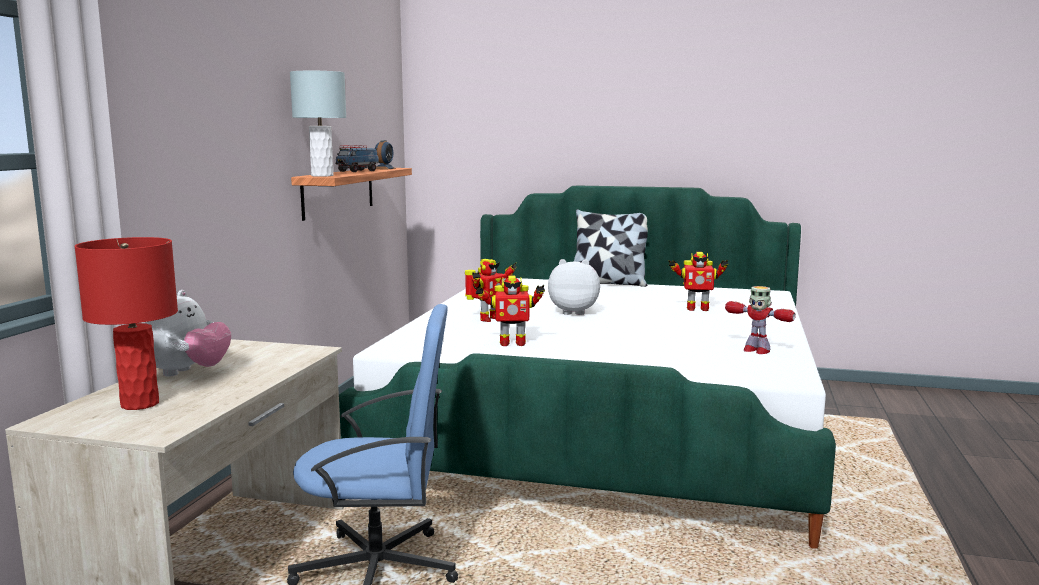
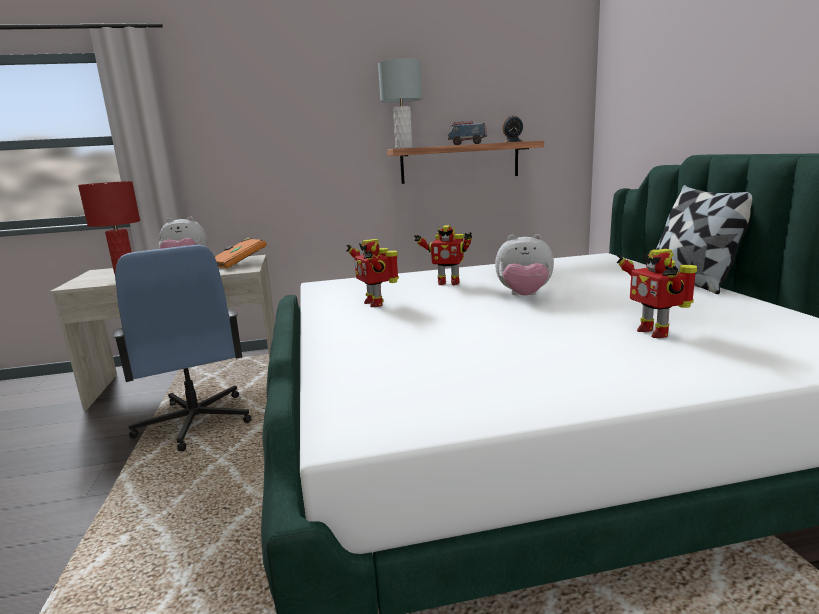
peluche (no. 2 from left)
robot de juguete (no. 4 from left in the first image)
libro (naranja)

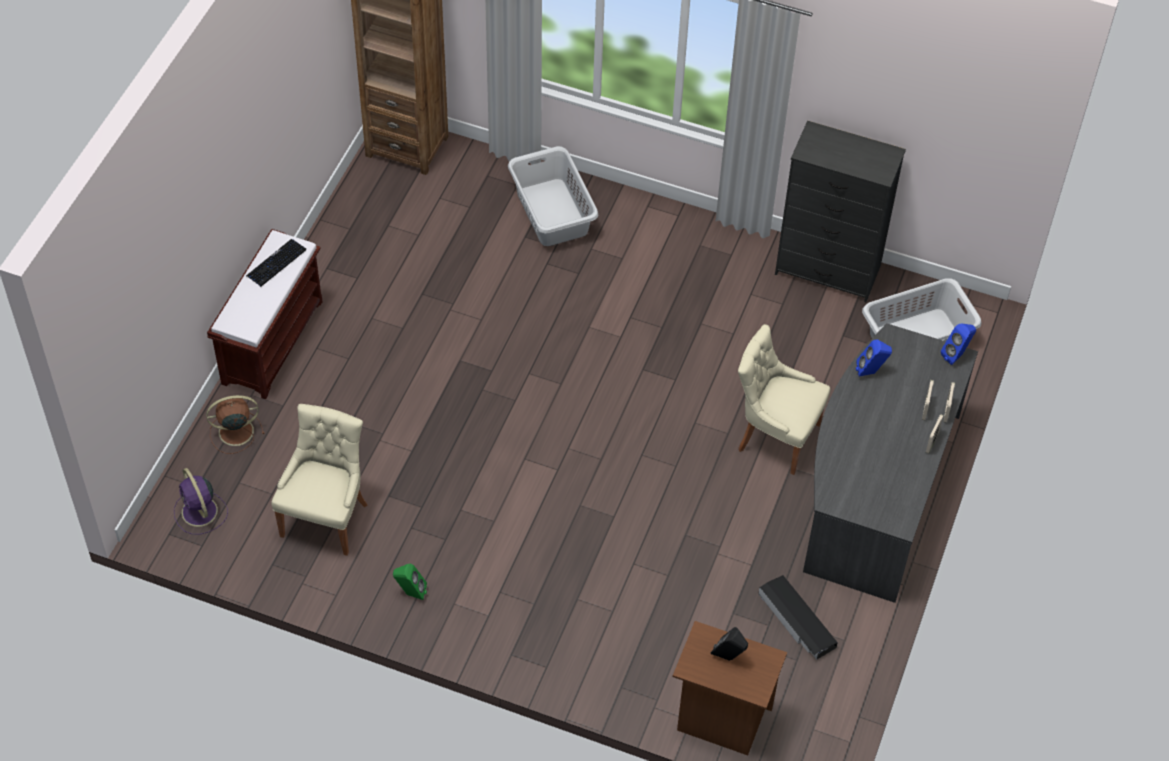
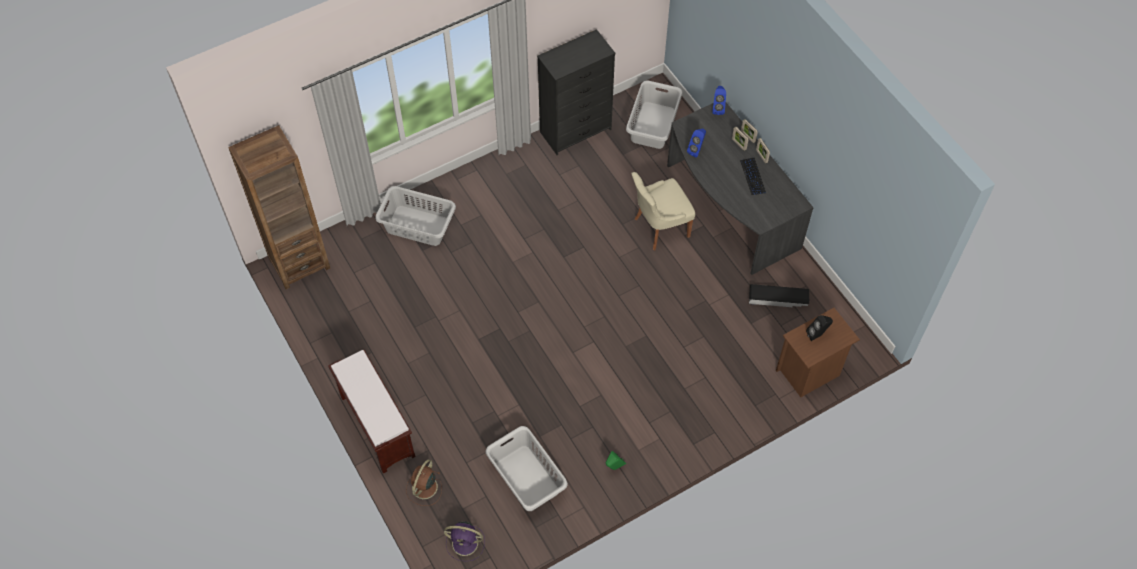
teclado
cesto de la ropa (gris) (no. 2 from left)

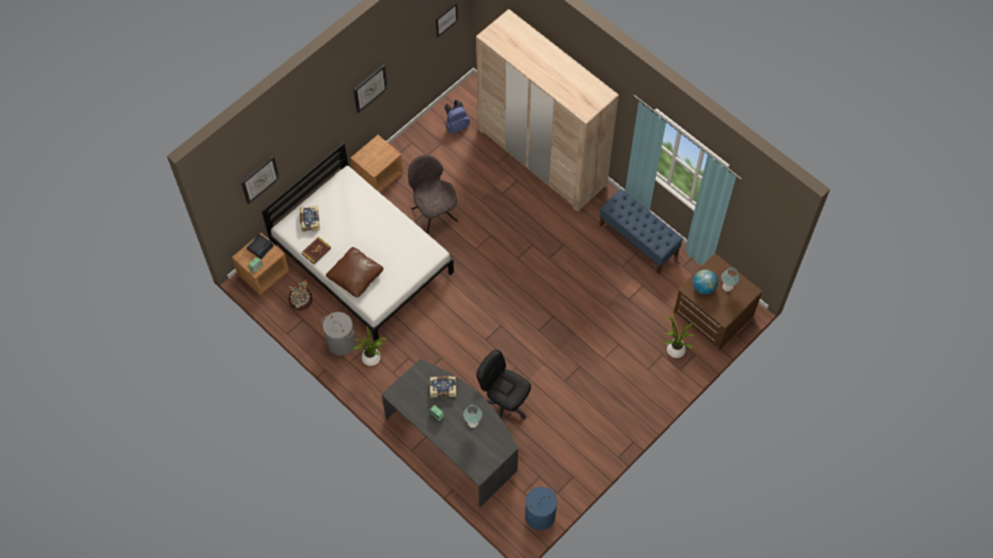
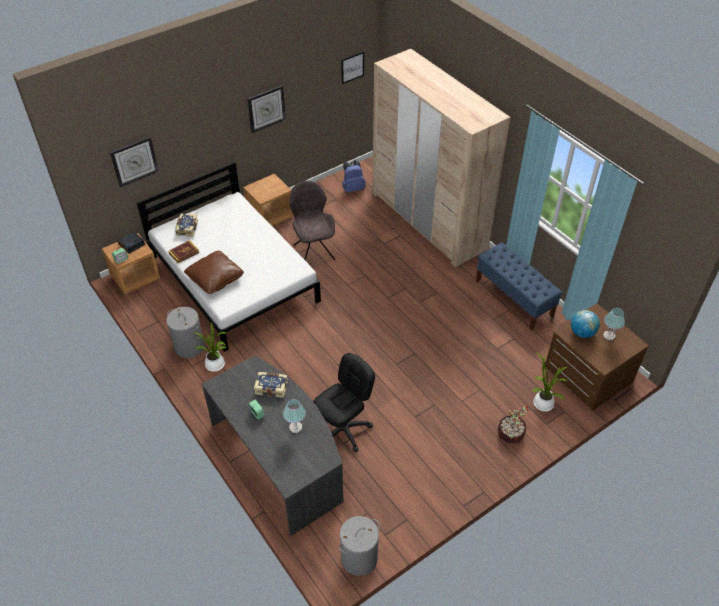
planta en maceta (no. 2 from left)
silla de oficina (negro)
cesto de la ropa (gris) (no. 2 from left)

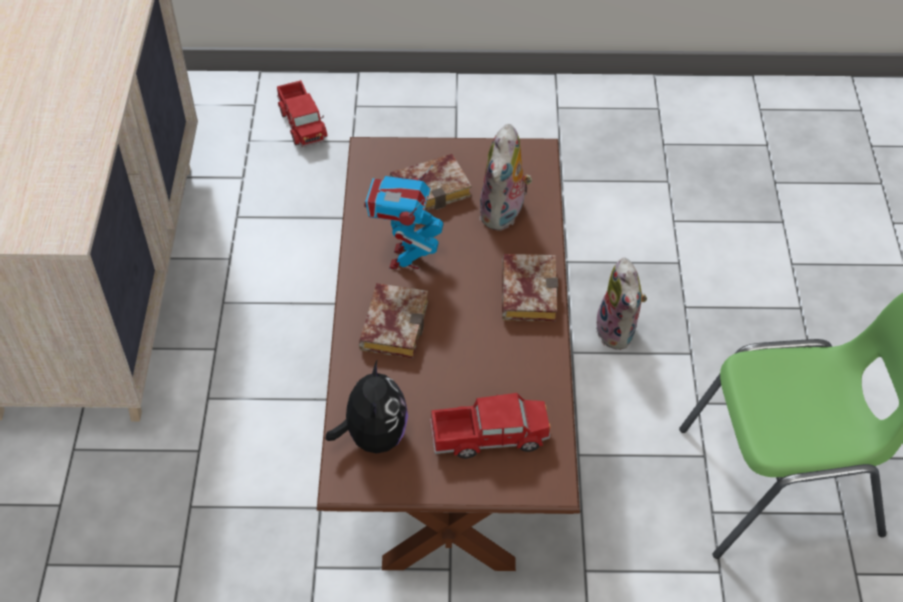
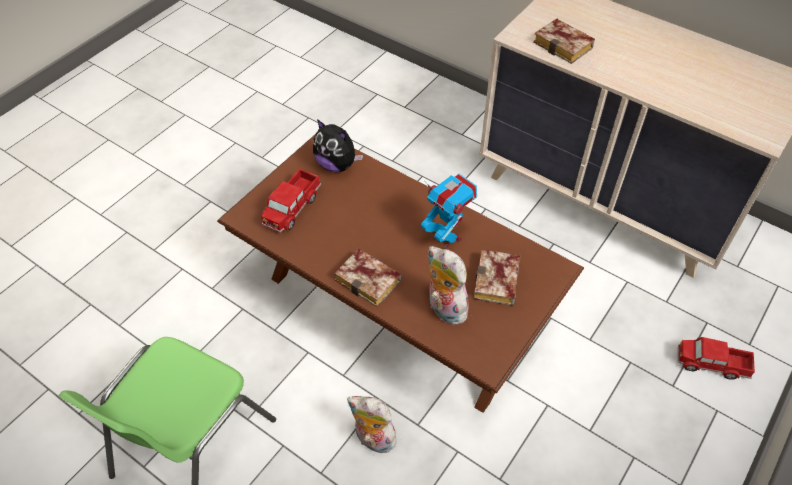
libro (no. 3 from left)

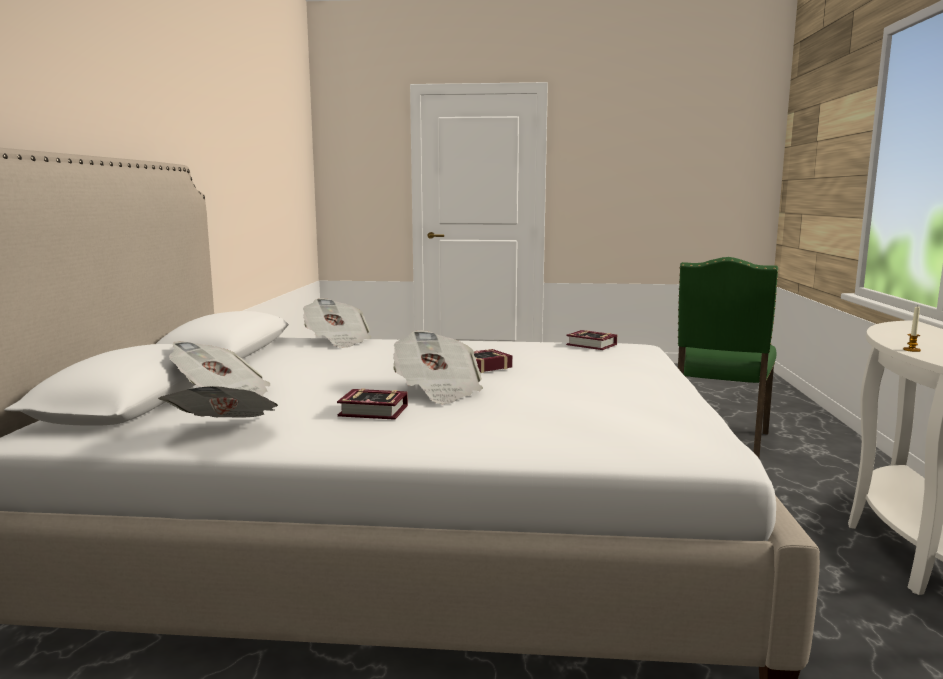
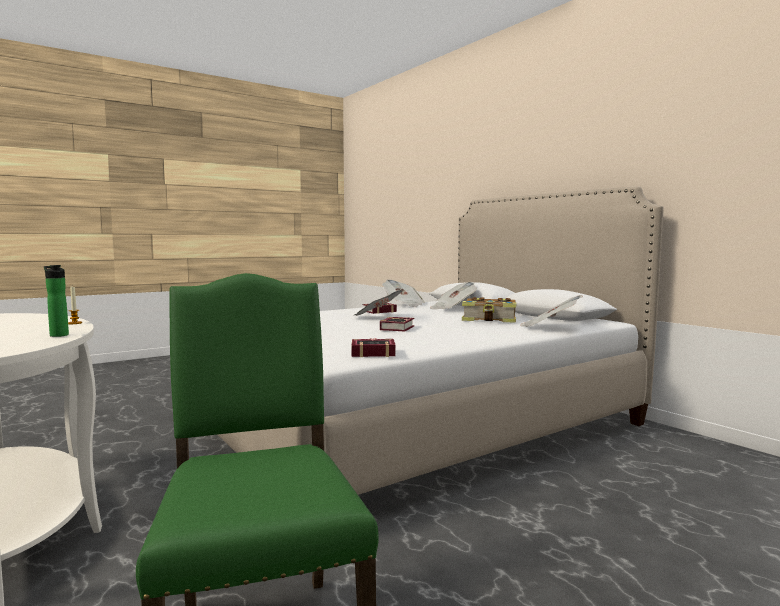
botella
libro (no. 4 from left)

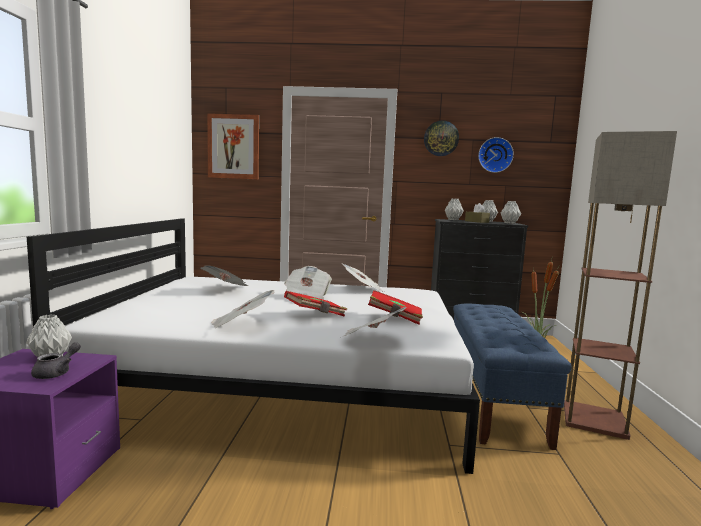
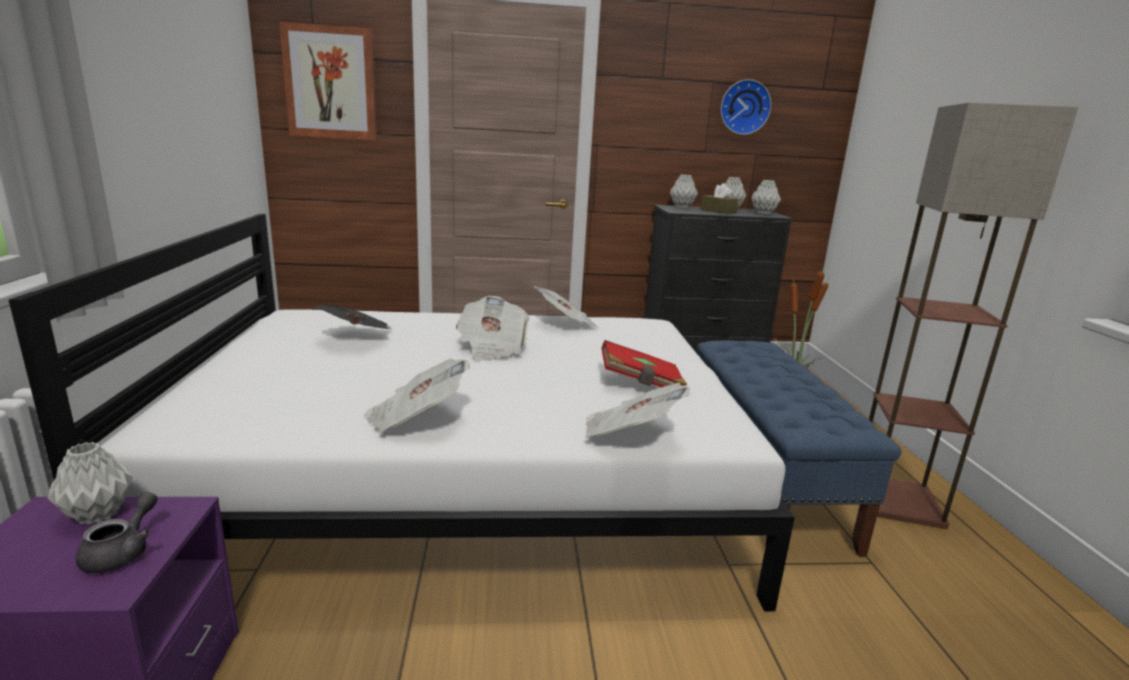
reloj de pared (no. 1 from left in the first image)
libro (rojo) (no. 1 from left in the first image)

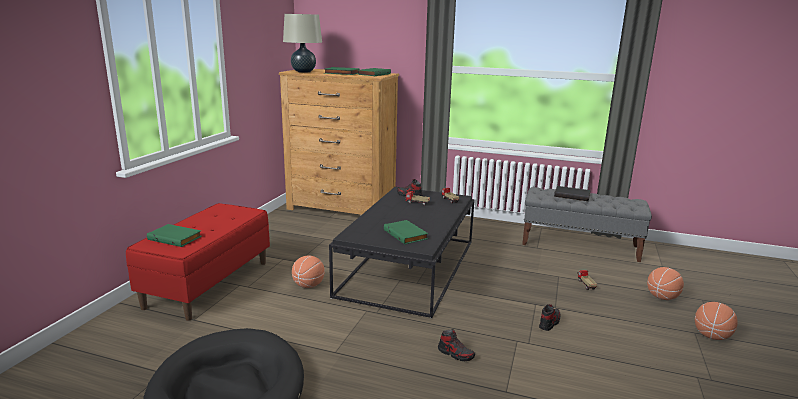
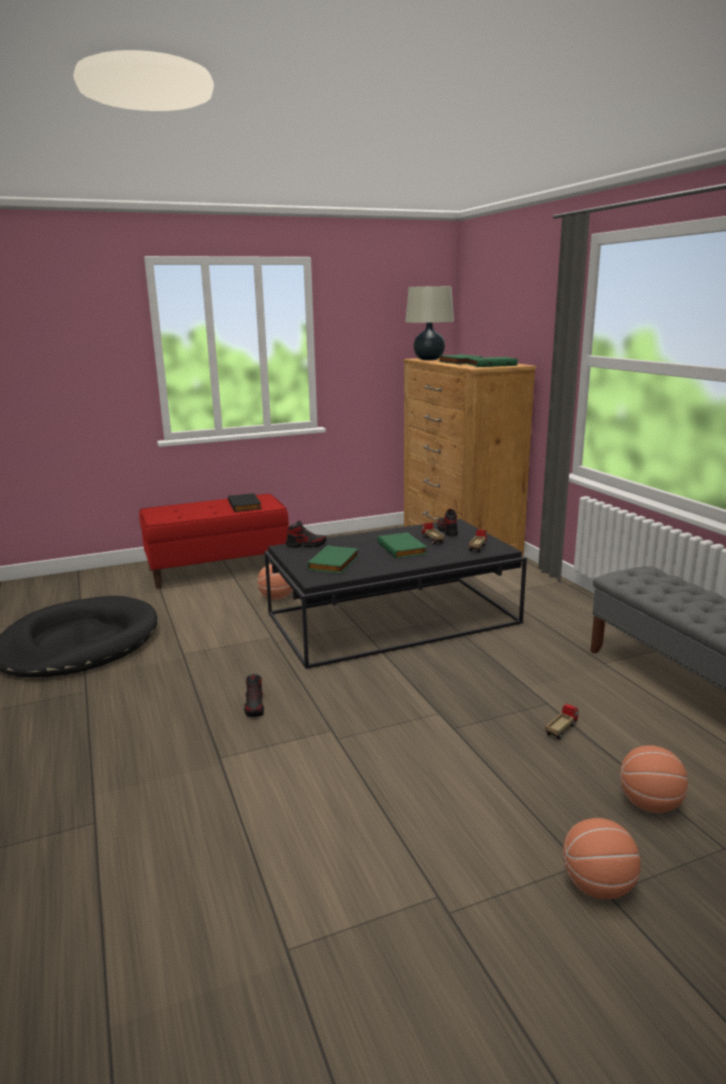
libro (negro)
libro (verde) (no. 2 from left)
zapato (no. 2 from left)

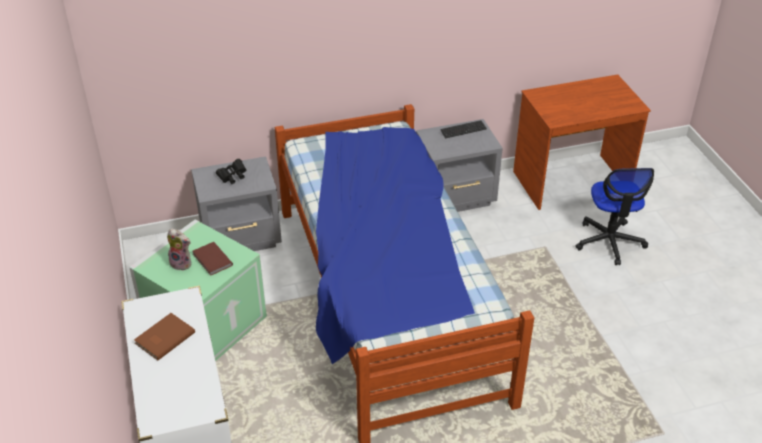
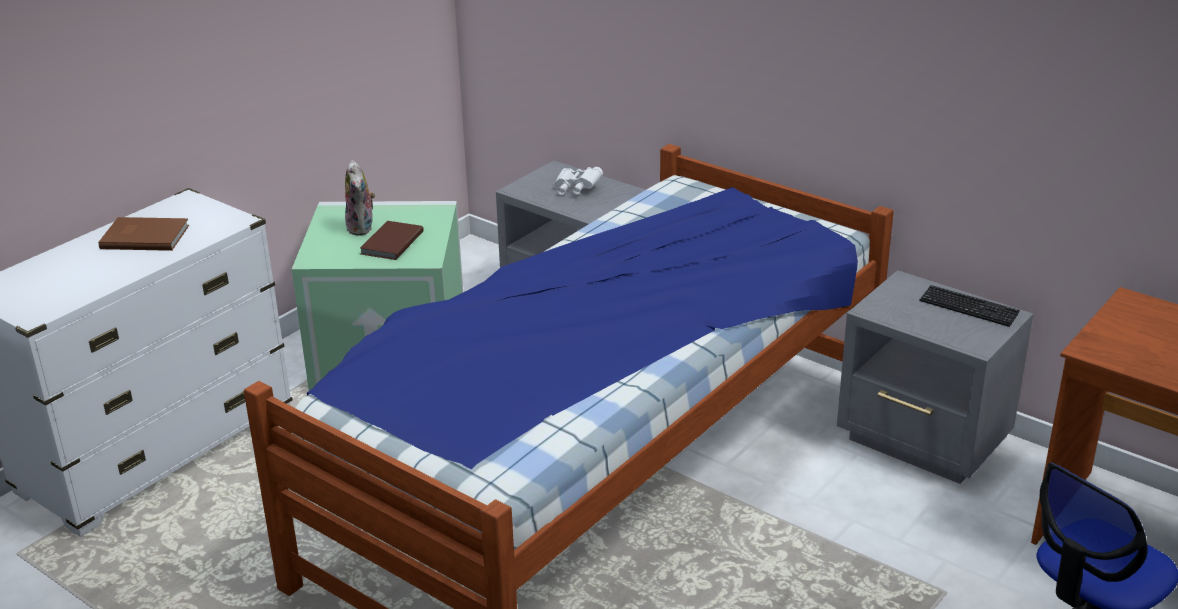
prismáticos (blanco)

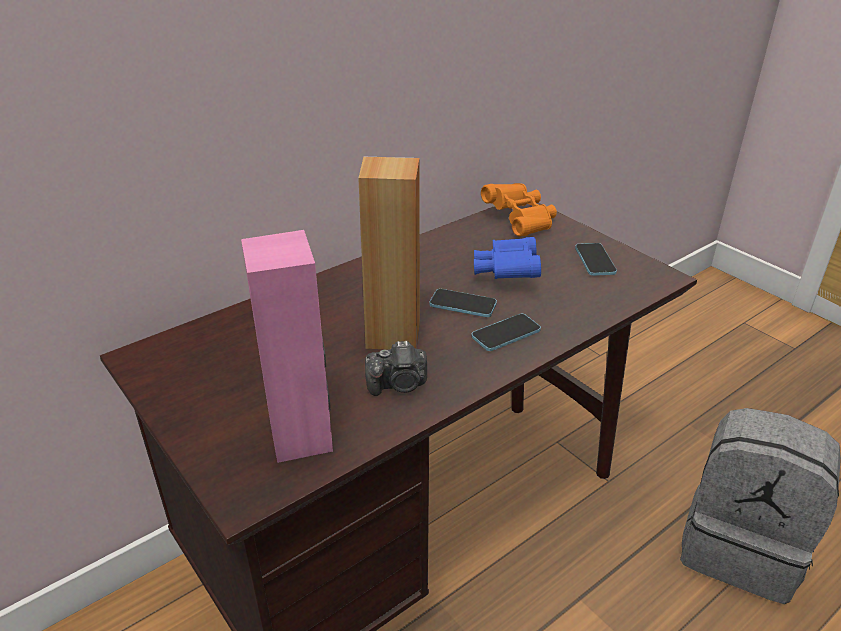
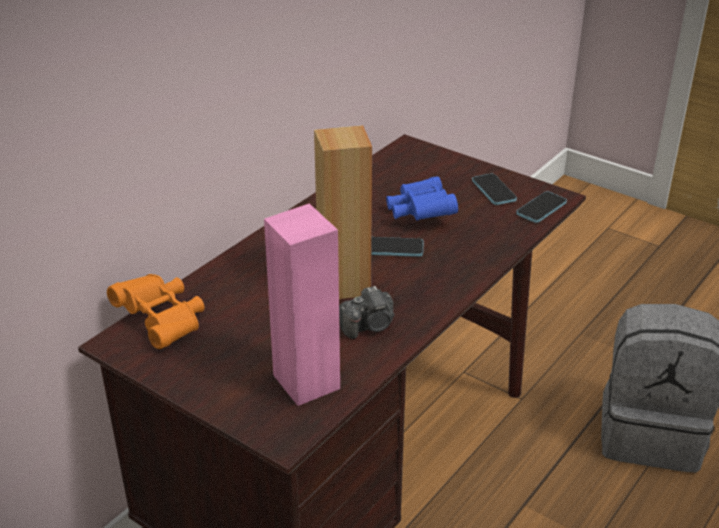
prismáticos (naranja)
móvil (no. 3 from left)

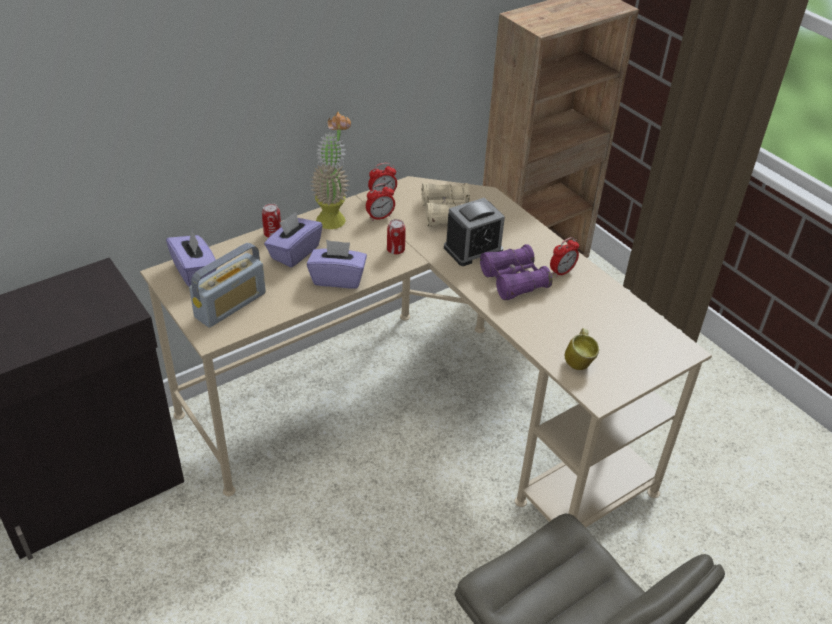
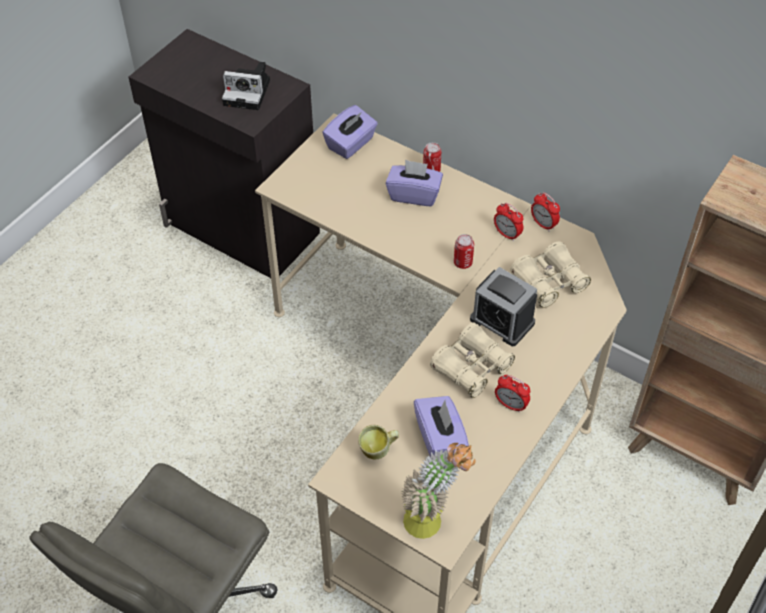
planta en maceta
caja de pañuelos (morado) (no. 3 from left)
radio
prismáticos (beis) (no. 1 from left)
cámara

